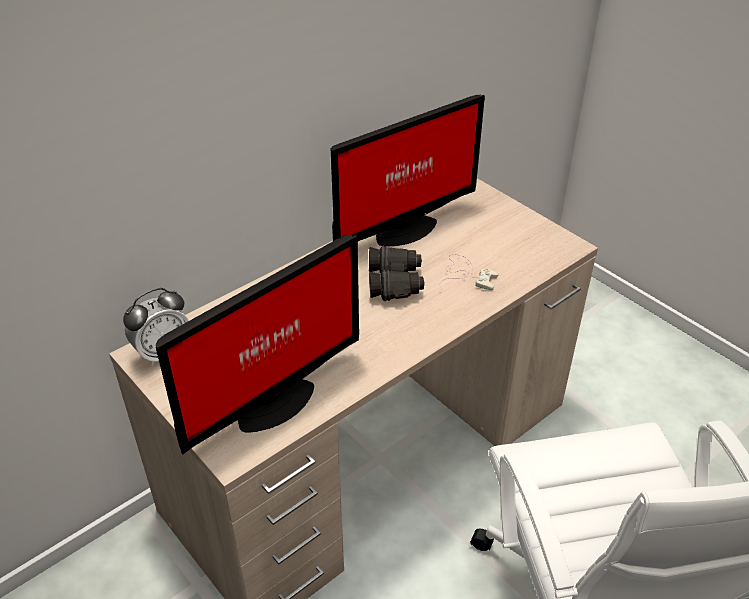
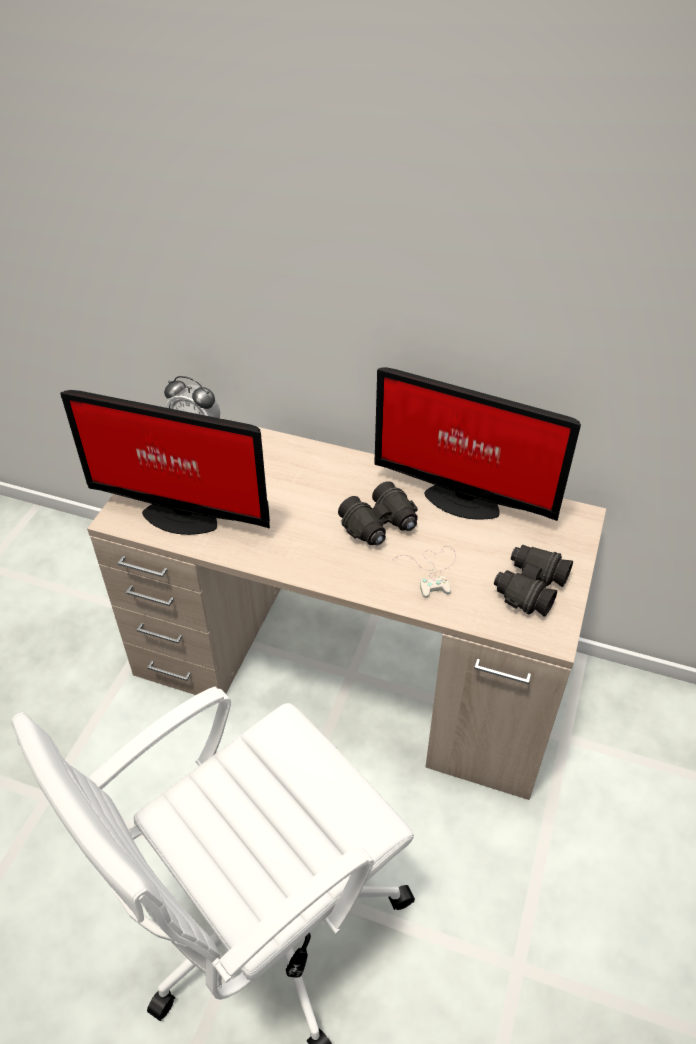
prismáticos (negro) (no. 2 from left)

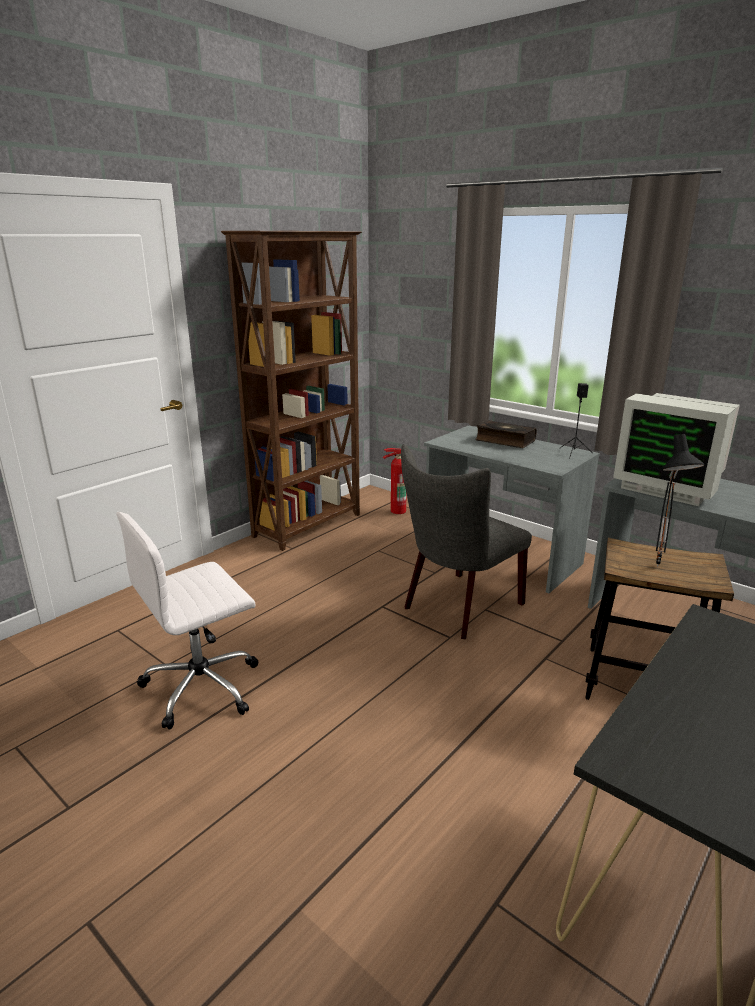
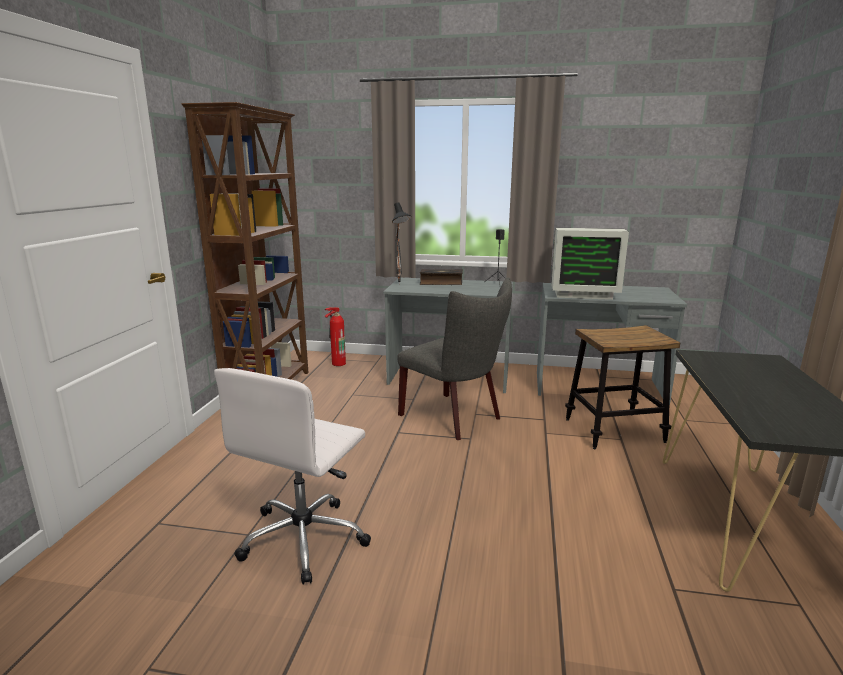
lámpara de mesa (negro)
silla (gris)

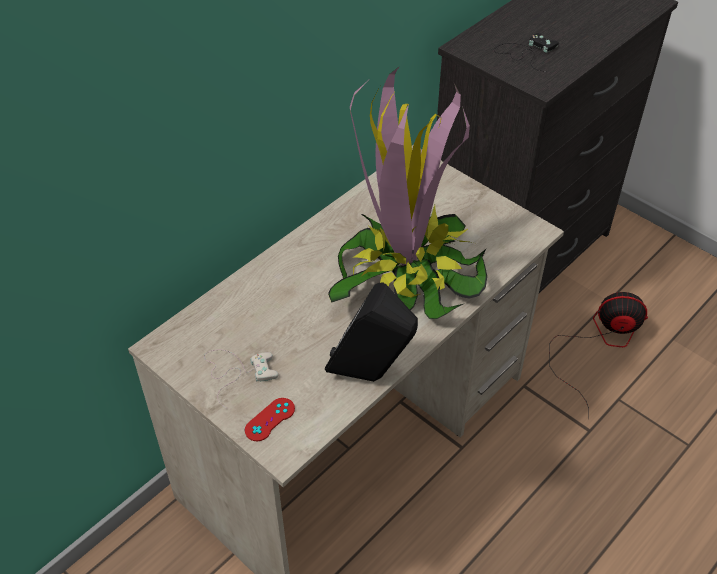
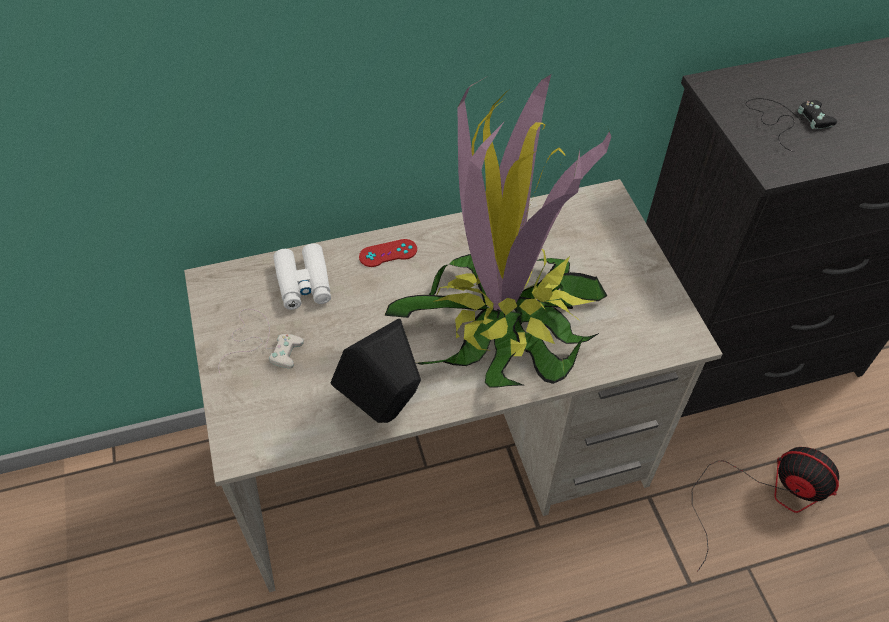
mando de consola (rojo)
prismáticos (blanco)

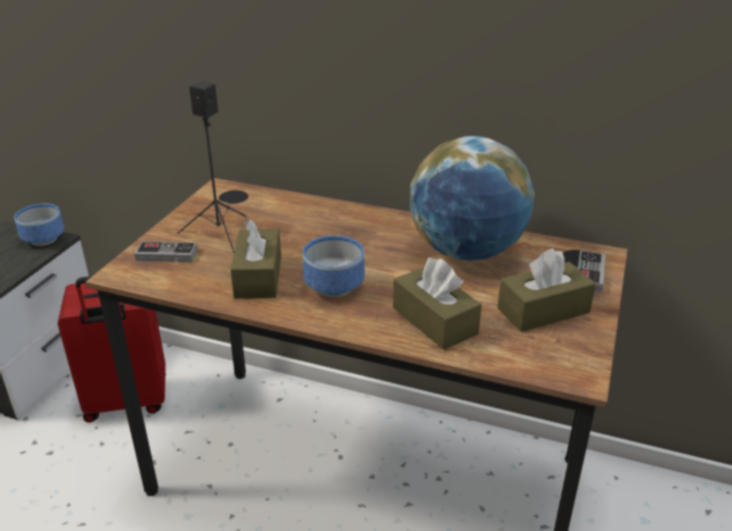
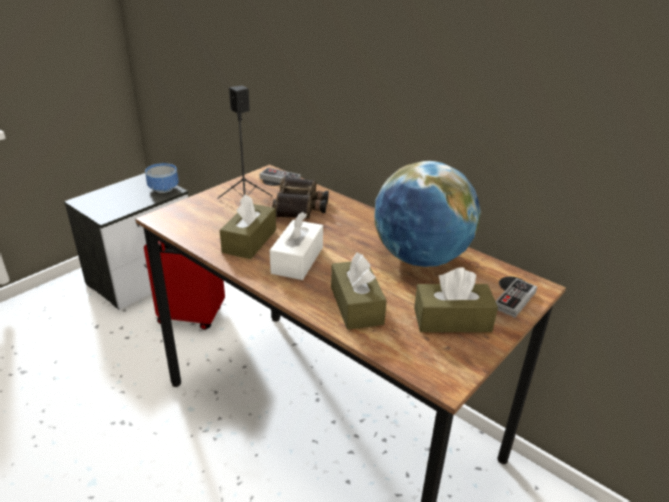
caja de pañuelos (blanco)
mando de consola (no. 1 from left)
prismáticos

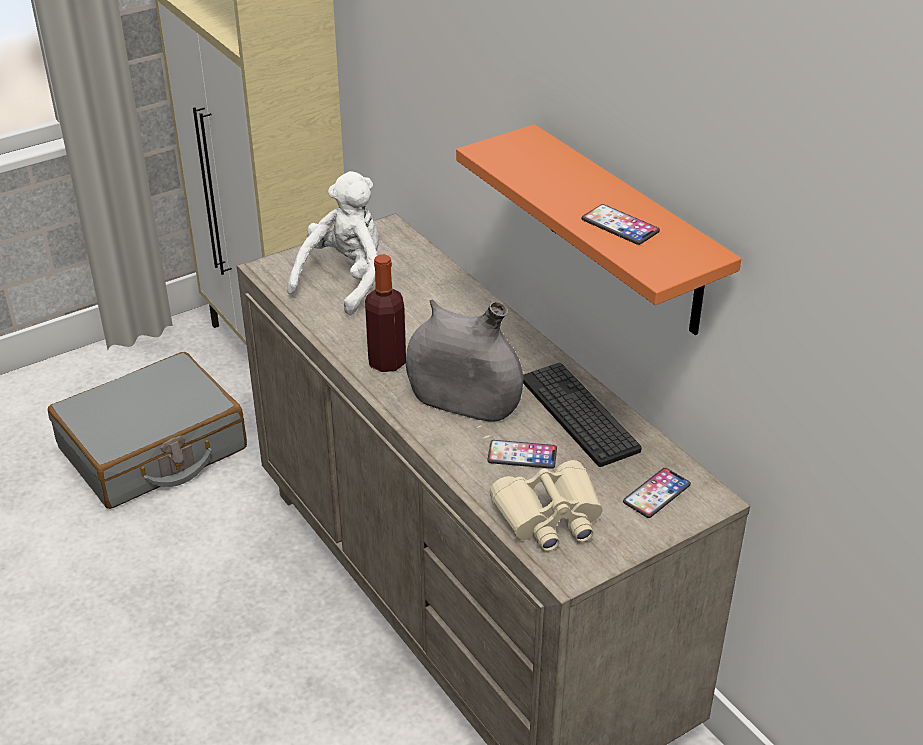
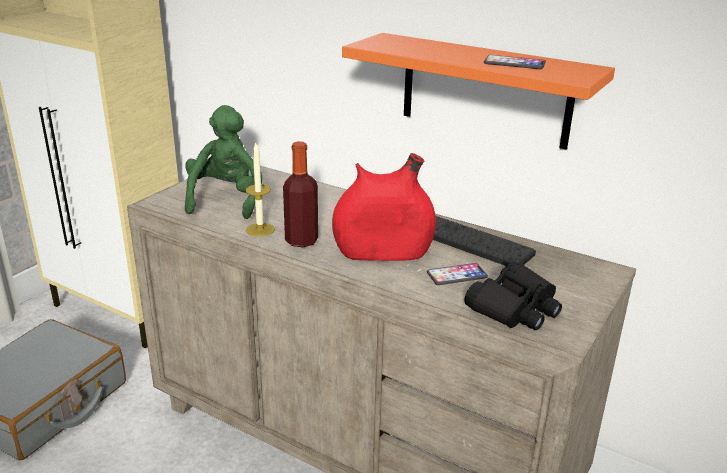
peluche (verde)
florero (rojo)
prismáticos (negro)
móvil (no. 3 from left in the first image)
vela

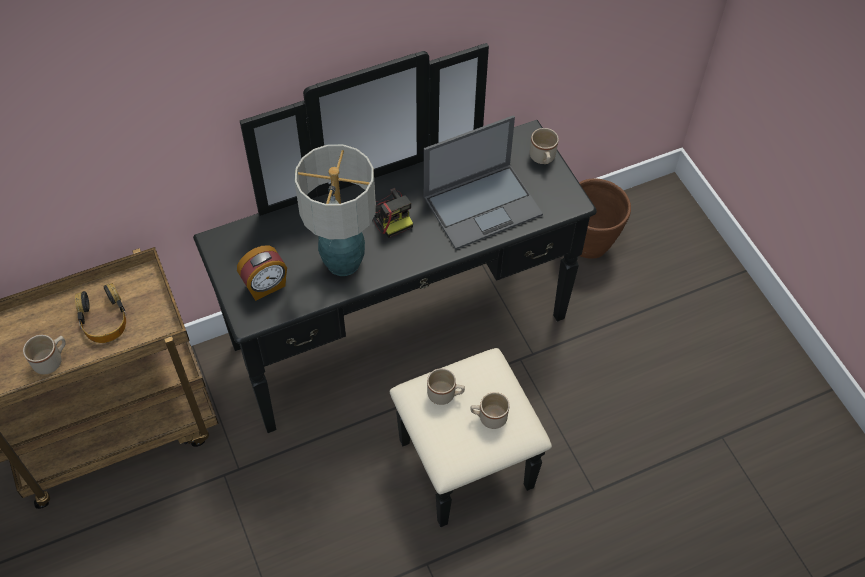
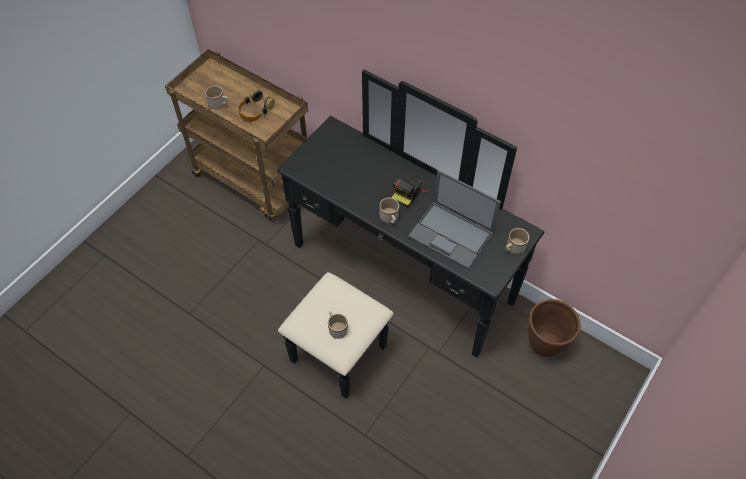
lámpara de mesa
despertador
taza grande (beis) (no. 3 from left)

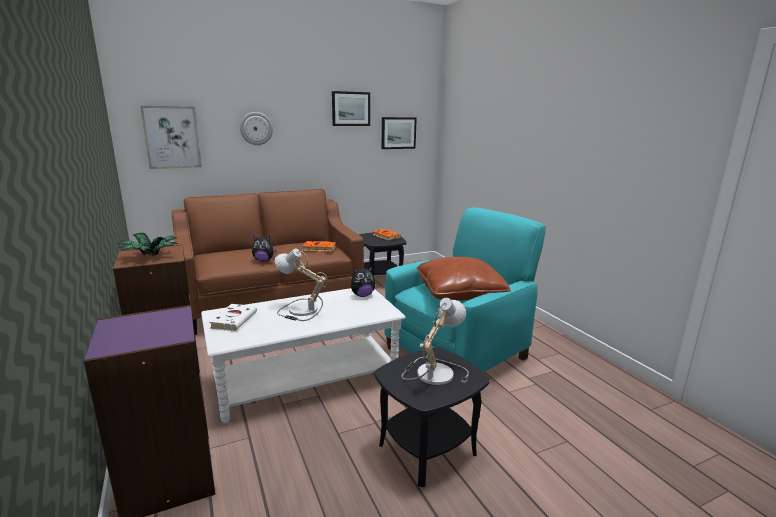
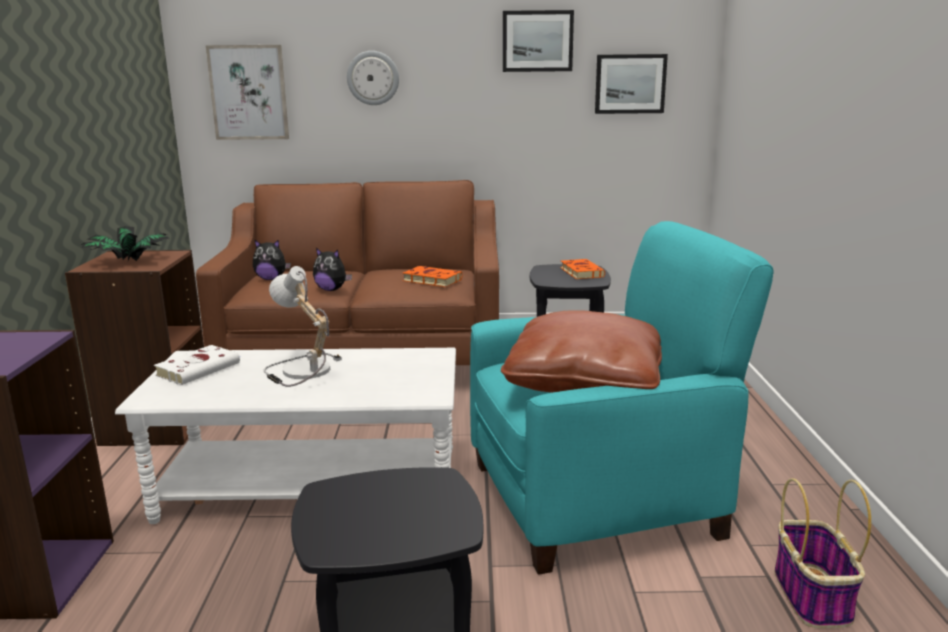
peluche (no. 1 from left)
lámpara de mesa (no. 2 from left in the first image)
cesta

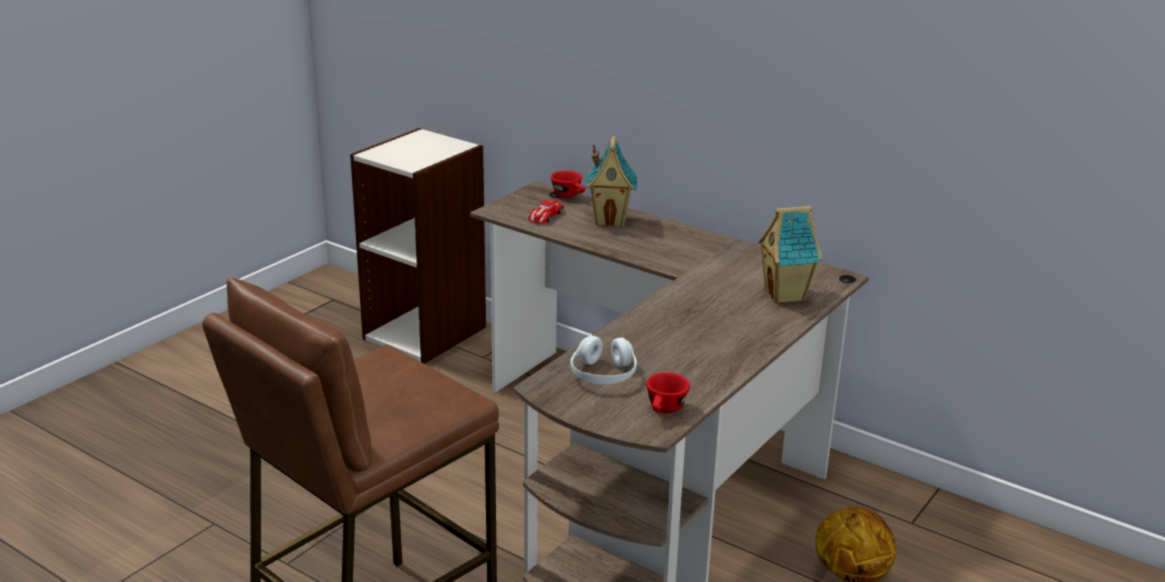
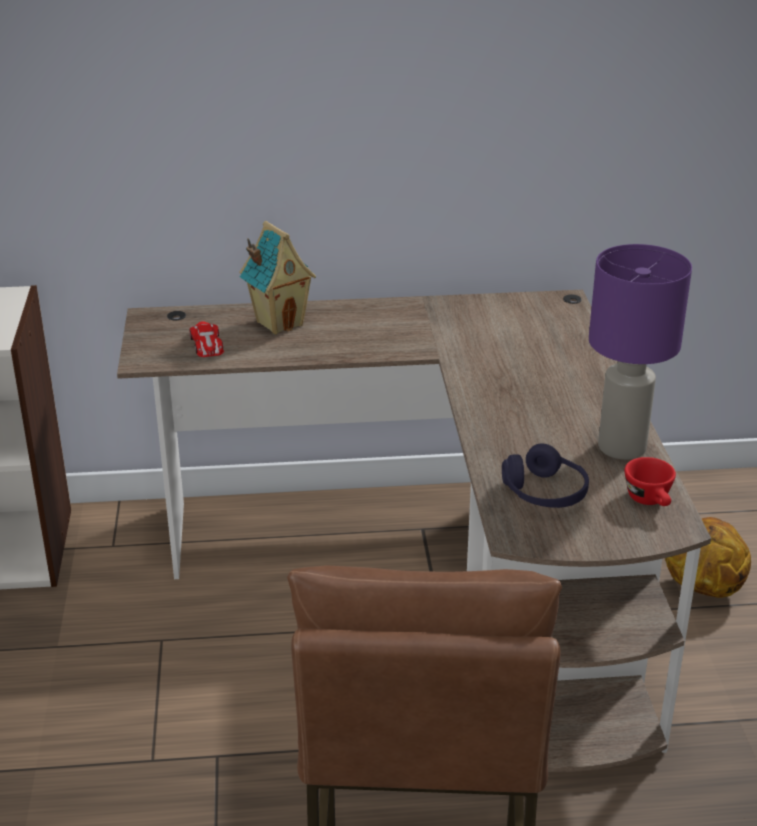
taza (rojo) (no. 1 from left in the first image)
casita (no. 2 from left in the first image)
auriculares (morado)
lámpara de mesa (morado)

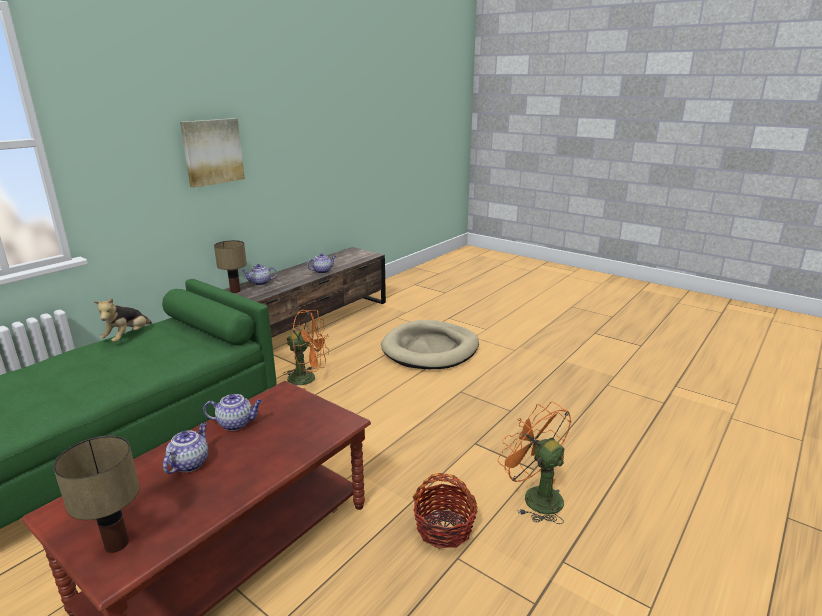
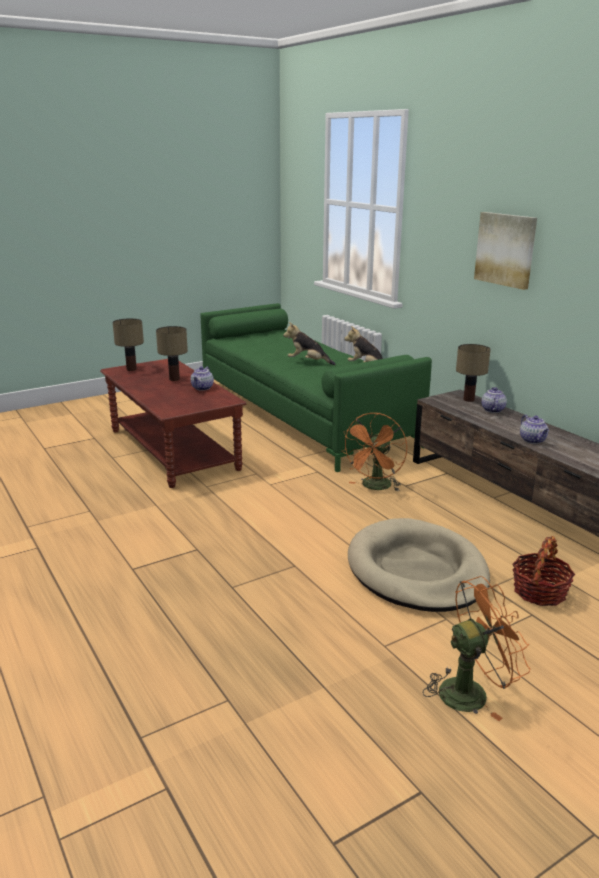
ventilador (naranja) (no. 2 from left)
lámpara de mesa (no. 2 from left)
cesta
peluche (no. 1 from left)

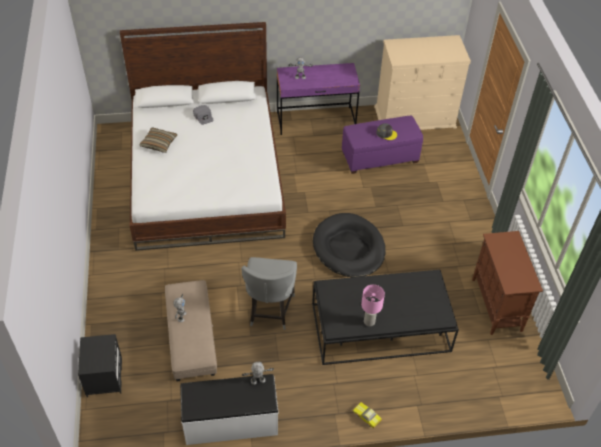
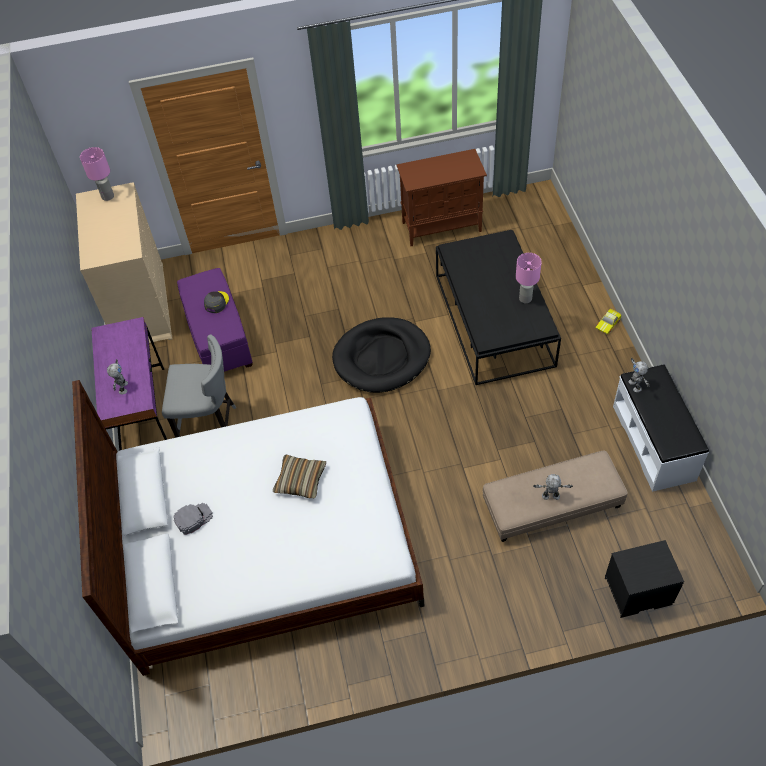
cojín
silla (gris)
lámpara de mesa (rosa) (no. 1 from left)

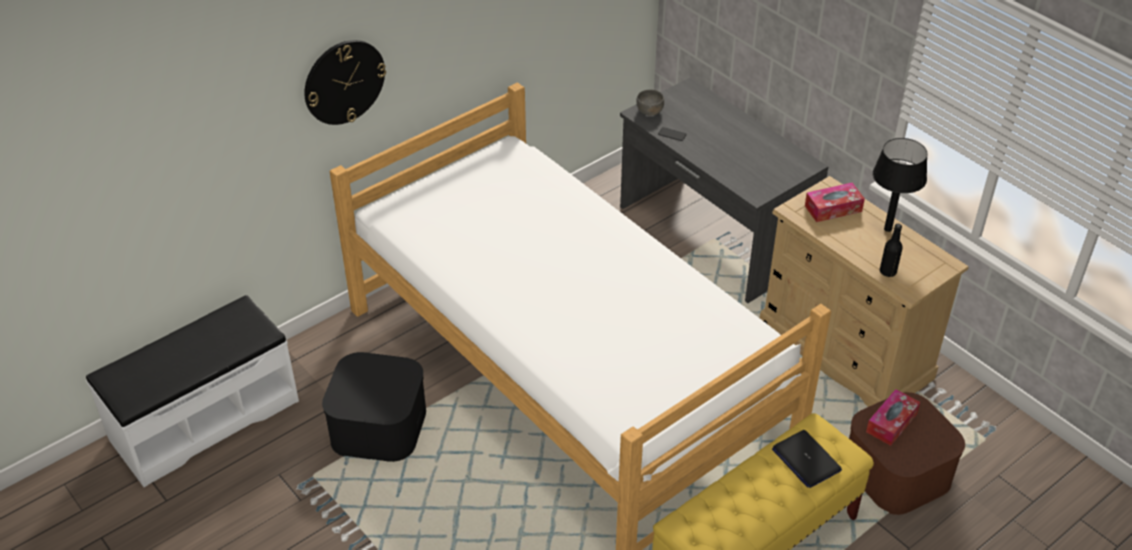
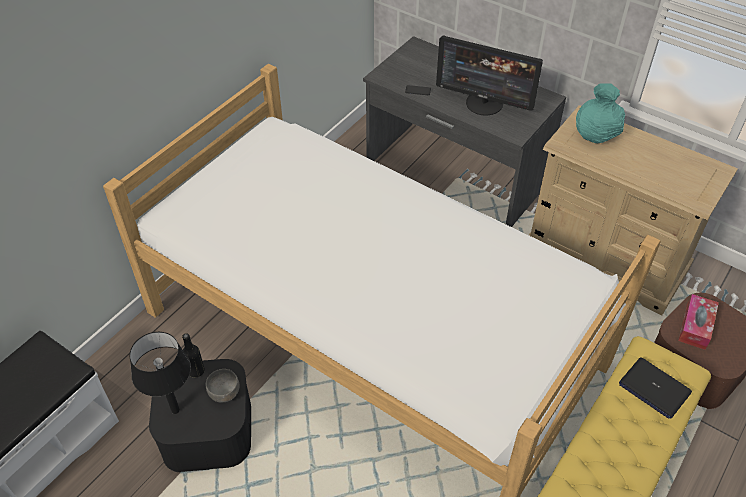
reloj de pared
cuenco (gris)
lámpara de mesa (negro)
florero (turquesa)
botella (negro)
monitor

